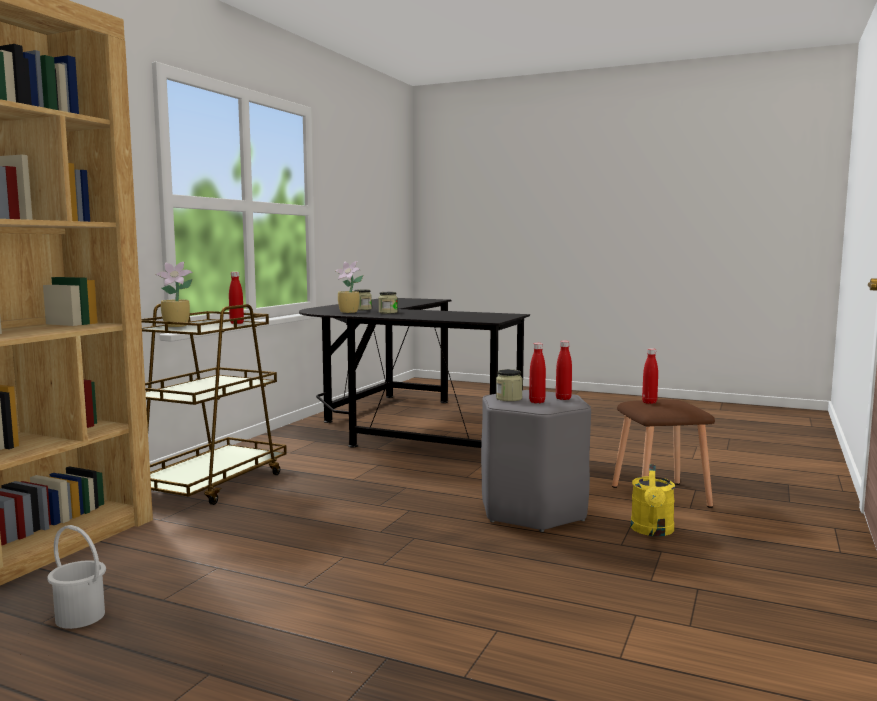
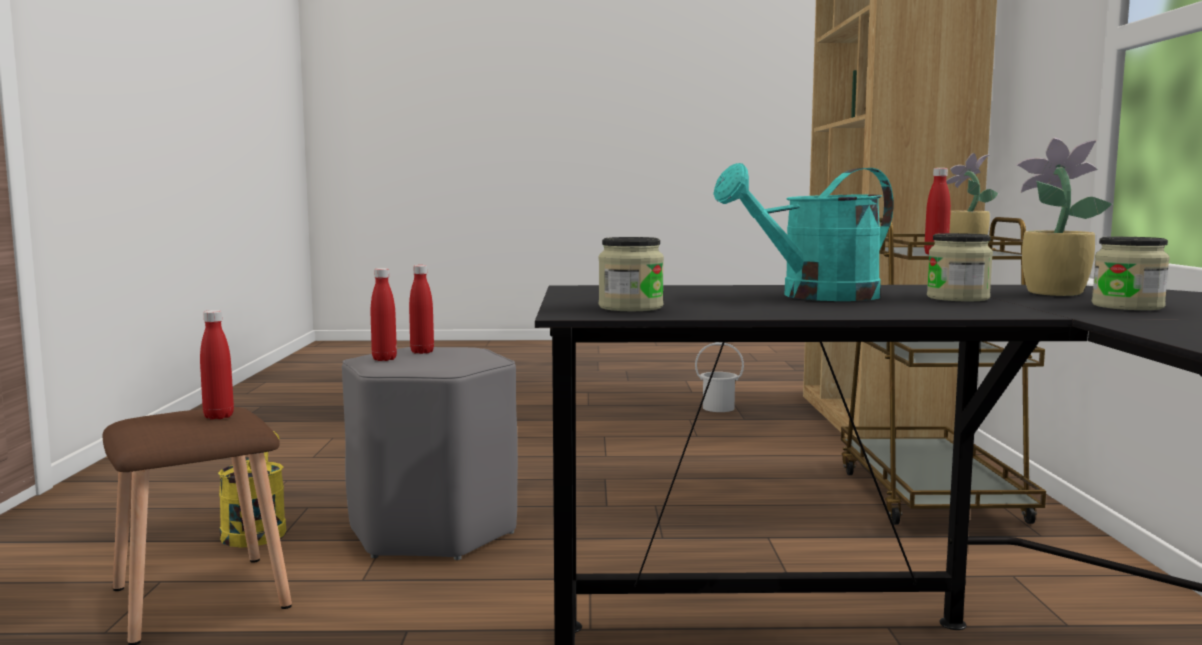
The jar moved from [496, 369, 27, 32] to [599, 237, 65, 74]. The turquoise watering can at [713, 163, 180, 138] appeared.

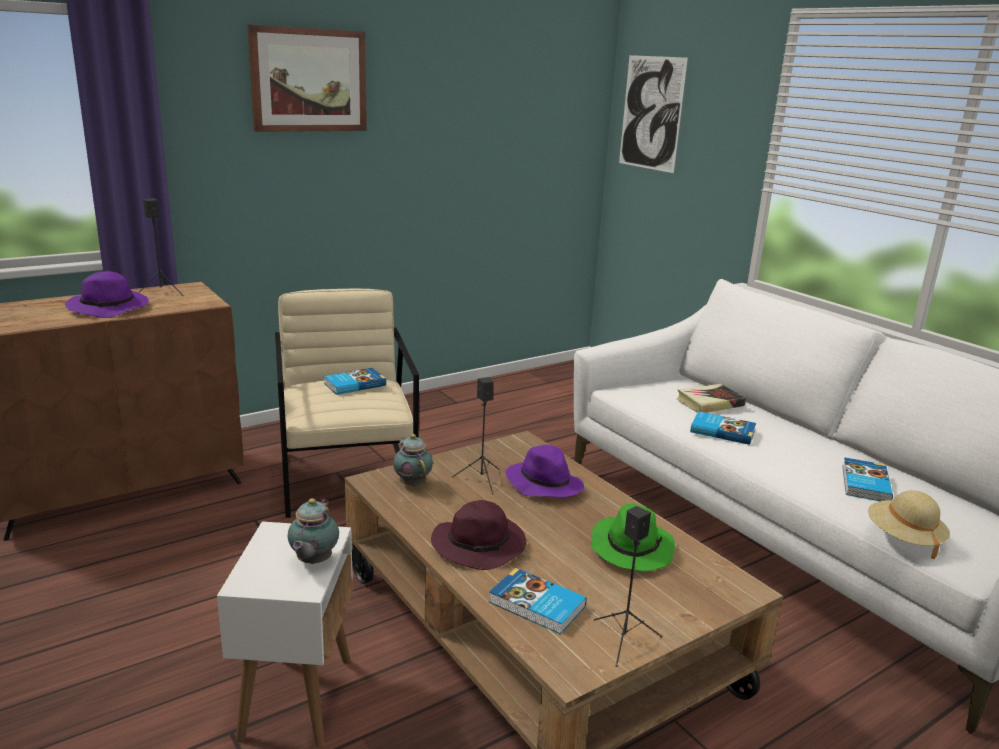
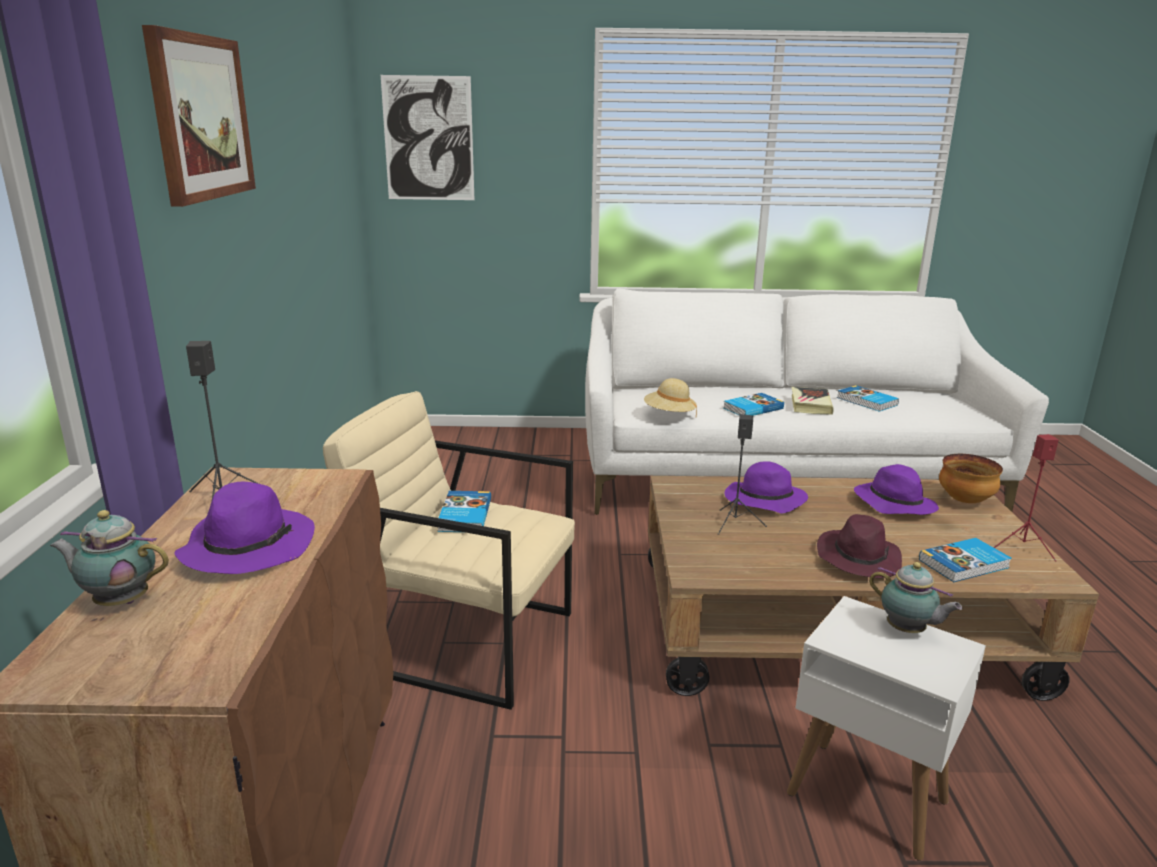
The book moved from [677, 384, 69, 29] to [792, 387, 42, 28]. The teapot moved from [393, 434, 40, 53] to [50, 510, 119, 96]. The beige hat moved from [868, 490, 82, 69] to [644, 378, 53, 39]. The green hat at [591, 503, 84, 68] became the purple hat at [854, 464, 85, 51]. The black speaker at [594, 506, 68, 161] became the red speaker at [994, 434, 65, 128]. The bowl at [939, 454, 64, 49] appeared.

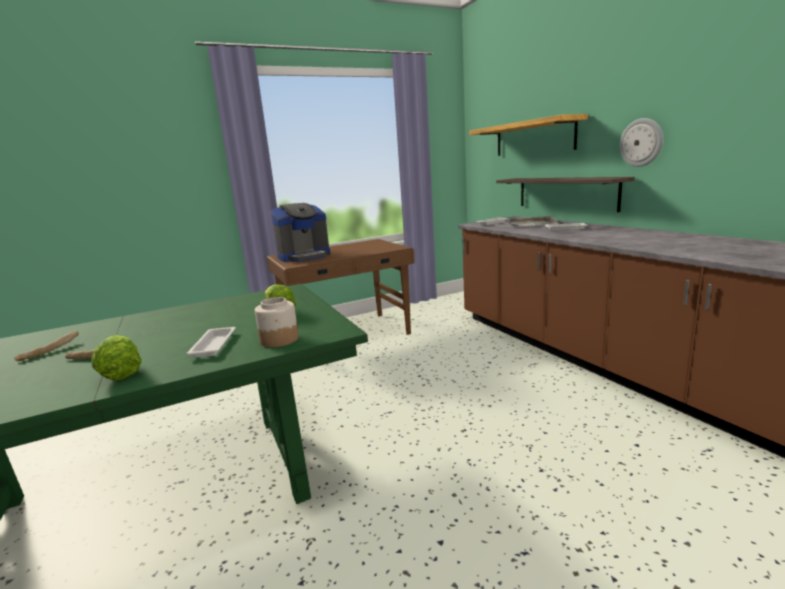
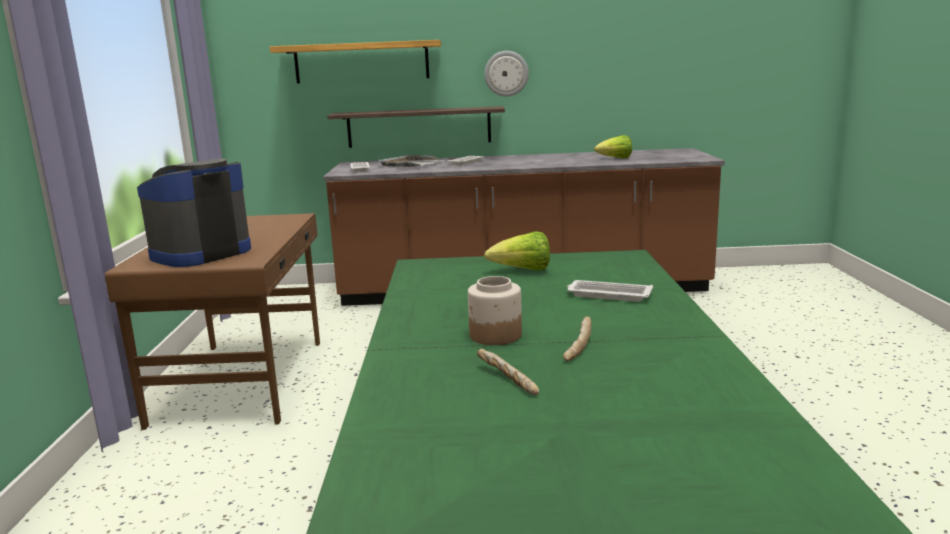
The coffee machine at [271, 203, 59, 59] turned 135 degrees counterclockwise. The jar moved from [255, 297, 44, 50] to [468, 276, 54, 69]. The lettuce moved from [92, 335, 50, 45] to [594, 135, 38, 24].

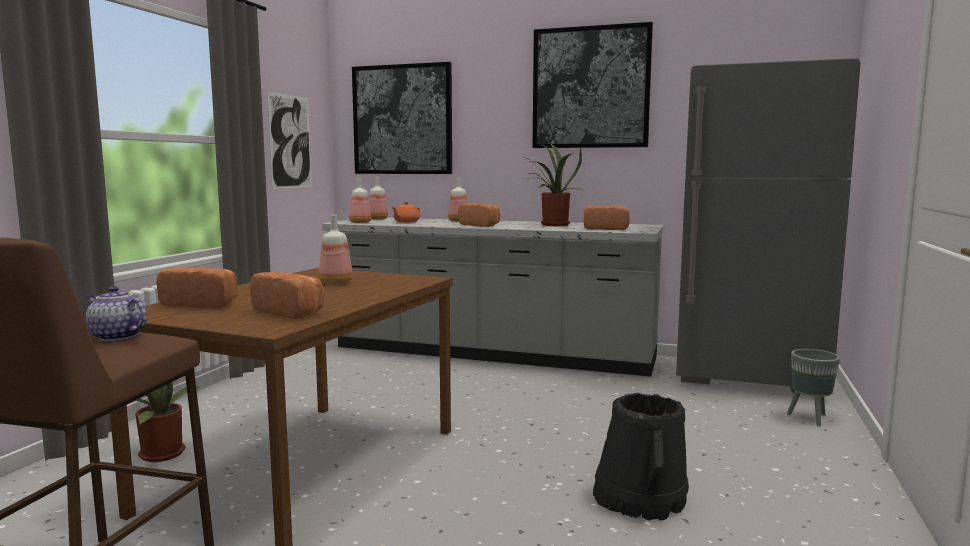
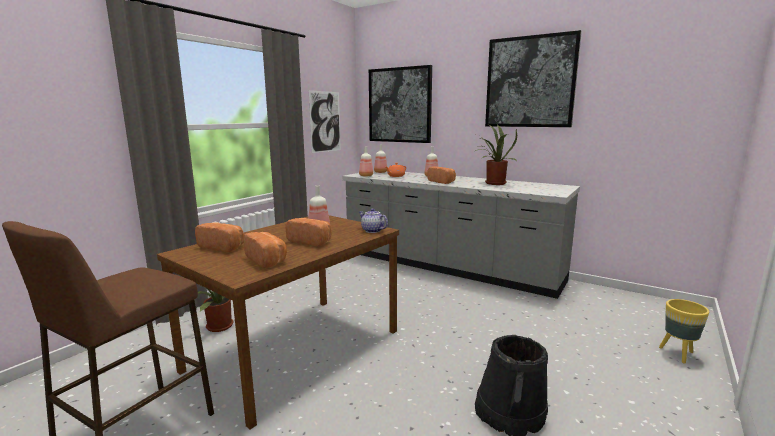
The grey fridge at [676, 58, 185, 335] disappeared. The bread moved from [584, 206, 46, 24] to [285, 218, 47, 28]. The teapot moved from [85, 286, 62, 55] to [359, 208, 29, 25]. The grey planter at [787, 349, 53, 77] became the yellow planter at [659, 299, 50, 65].

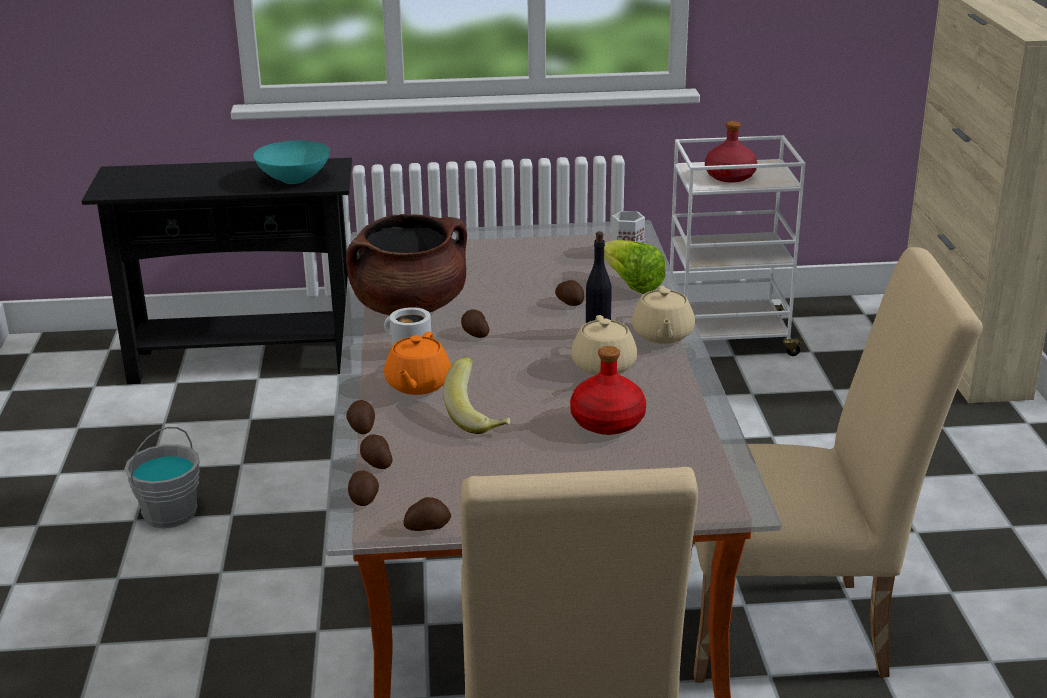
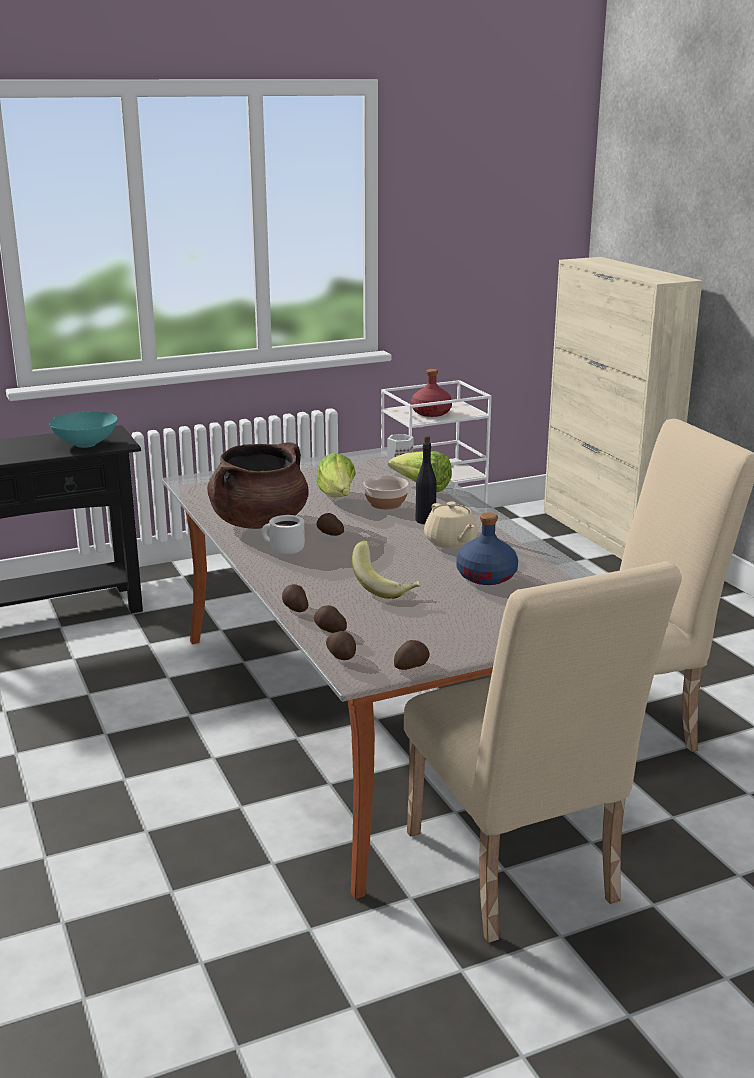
The potato at [555, 280, 29, 26] was replaced by the bowl at [363, 476, 46, 33]. The beige teapot at [632, 286, 63, 58] disappeared. The orange teapot at [384, 332, 67, 63] disappeared. The red bottle at [570, 346, 76, 89] became the blue bottle at [456, 513, 62, 72]. The grey bucket at [124, 427, 76, 101] disappeared. The lettuce at [317, 453, 39, 44] appeared.

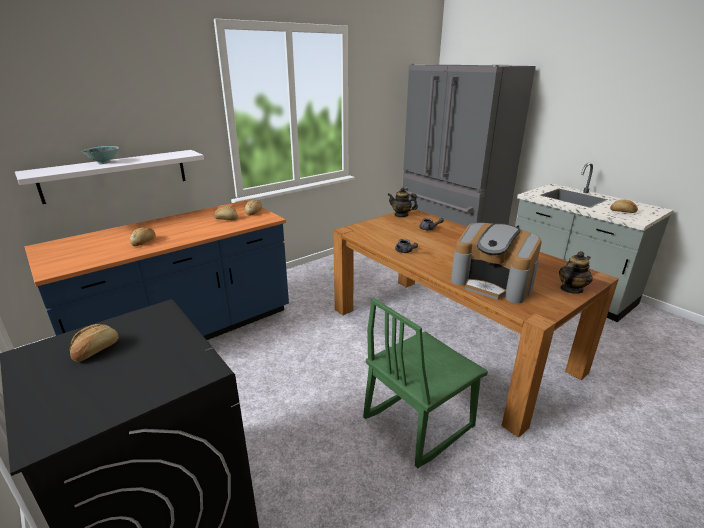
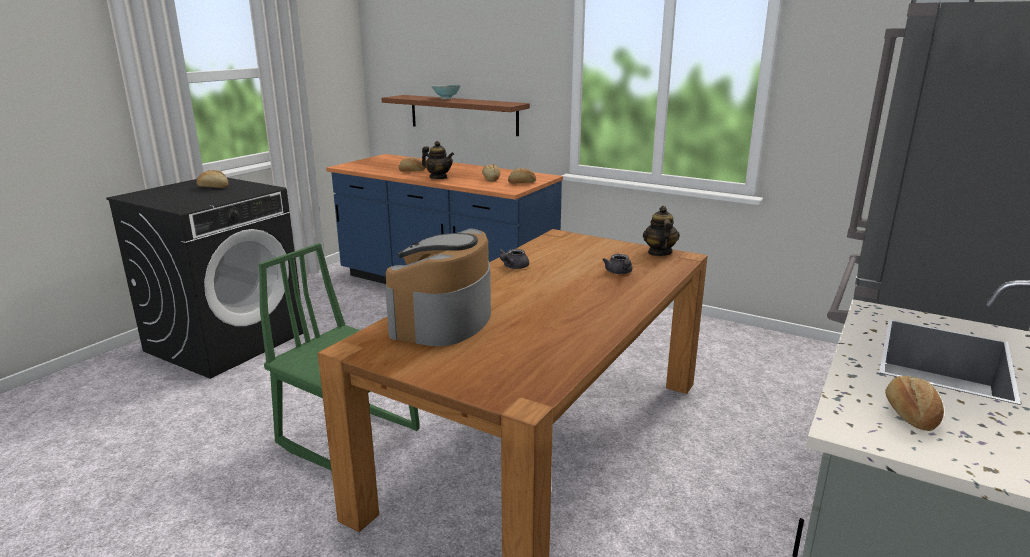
The white shelf at [15, 150, 189, 54] became the brown shelf at [381, 95, 149, 41]. The teapot moved from [559, 251, 34, 43] to [422, 141, 32, 38].

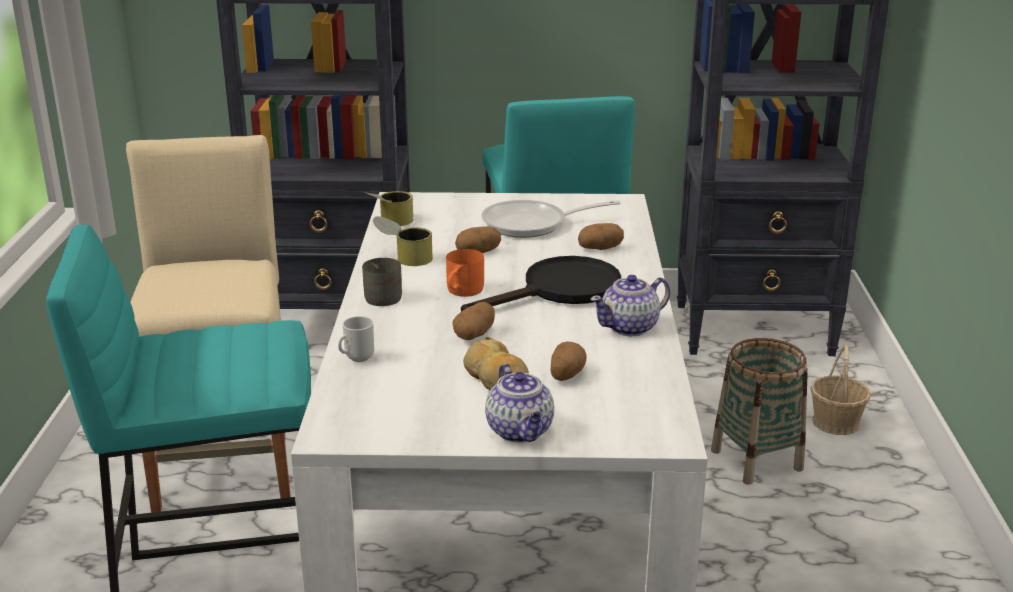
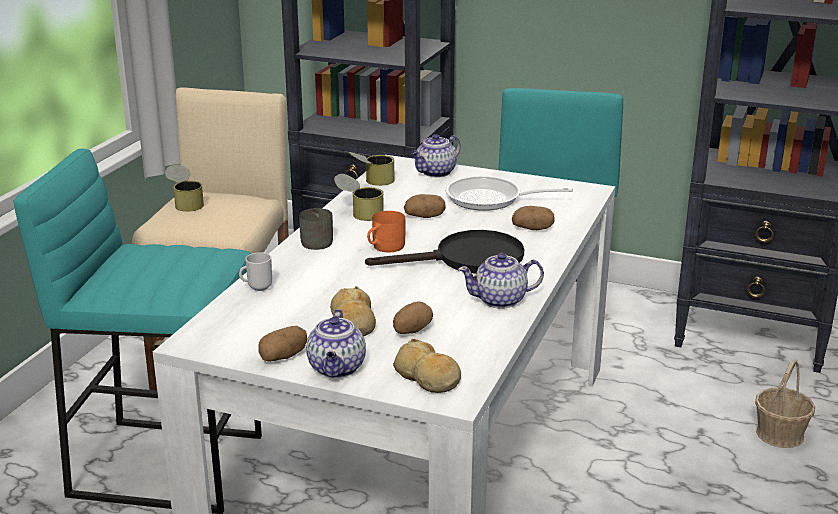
The potato moved from [452, 302, 43, 38] to [258, 326, 49, 36]. The basket at [711, 338, 97, 147] disappeared. The teapot at [411, 134, 50, 44] appeared. The can at [165, 164, 39, 48] appeared. The bread at [393, 339, 68, 54] appeared.

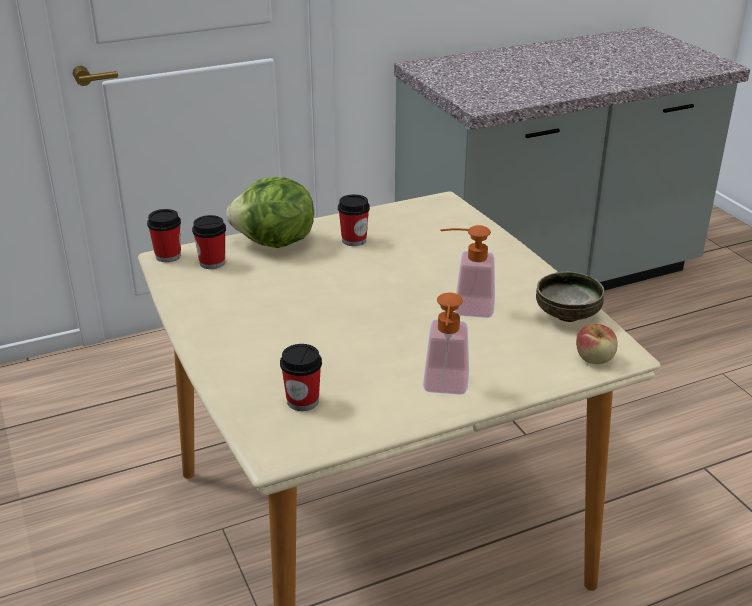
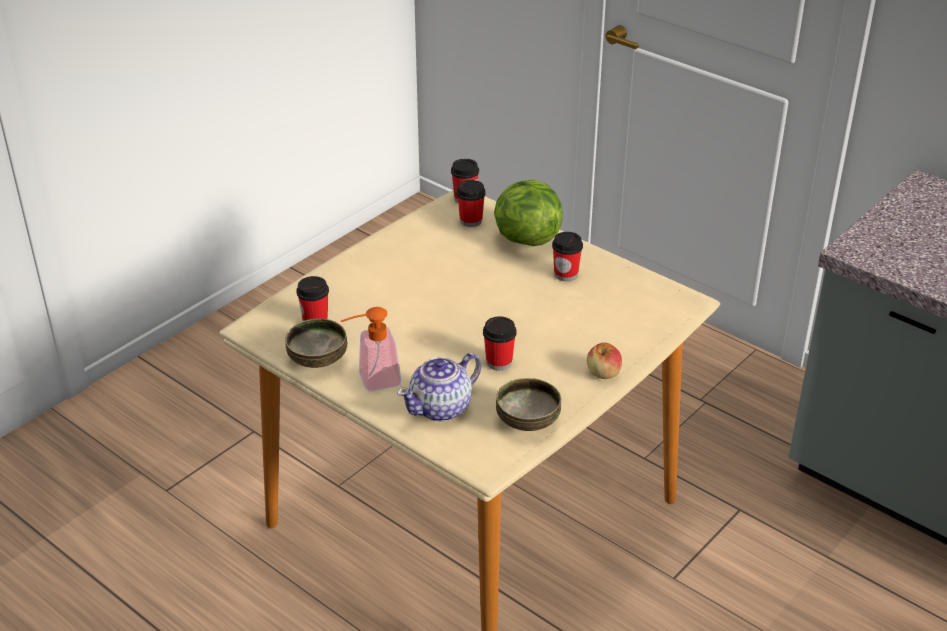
The soap dispenser at [440, 225, 55, 93] was replaced by the cup at [483, 316, 33, 54]. The apple moved from [576, 324, 42, 40] to [587, 343, 35, 36]. The bowl at [285, 319, 62, 49] appeared. The teapot at [397, 353, 84, 69] appeared.

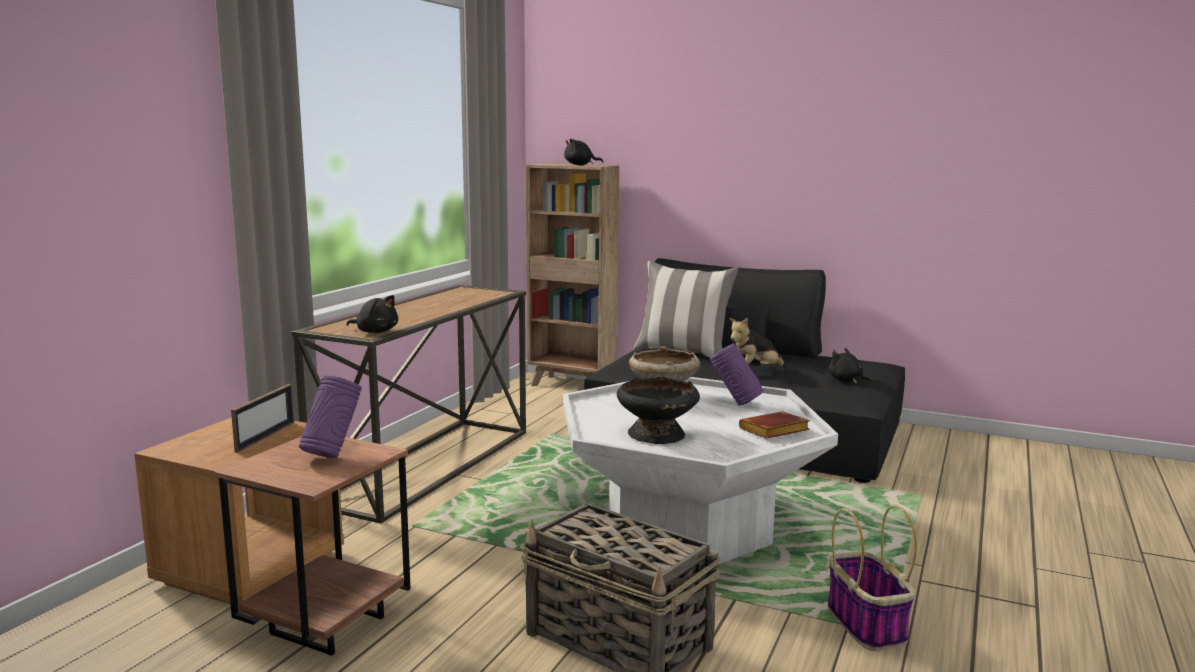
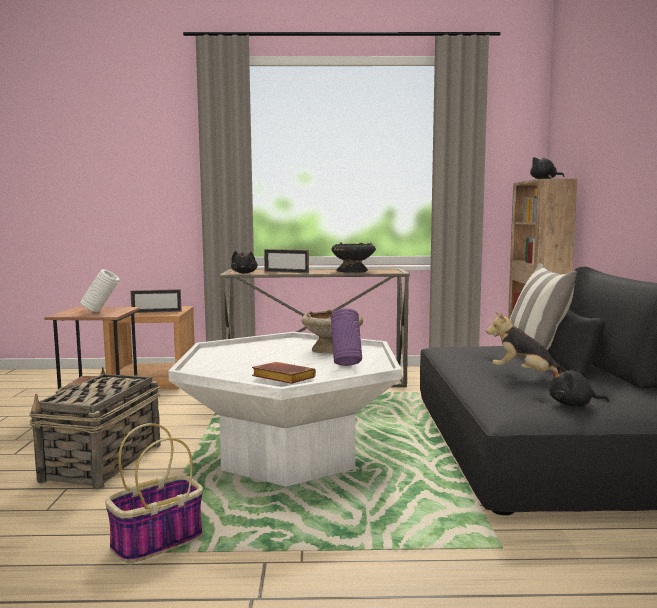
The black plush toy at [828, 348, 45, 36] turned 105 degrees counterclockwise. The purple vase at [299, 375, 63, 83] became the white vase at [80, 269, 40, 43]. The black bowl moved from [617, 376, 83, 68] to [332, 242, 44, 31]. The picture frame at [264, 249, 45, 24] appeared.

